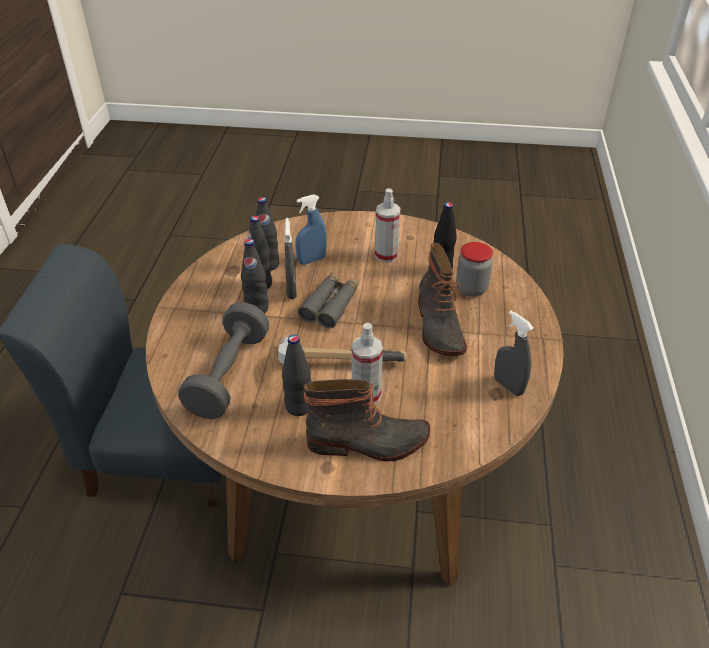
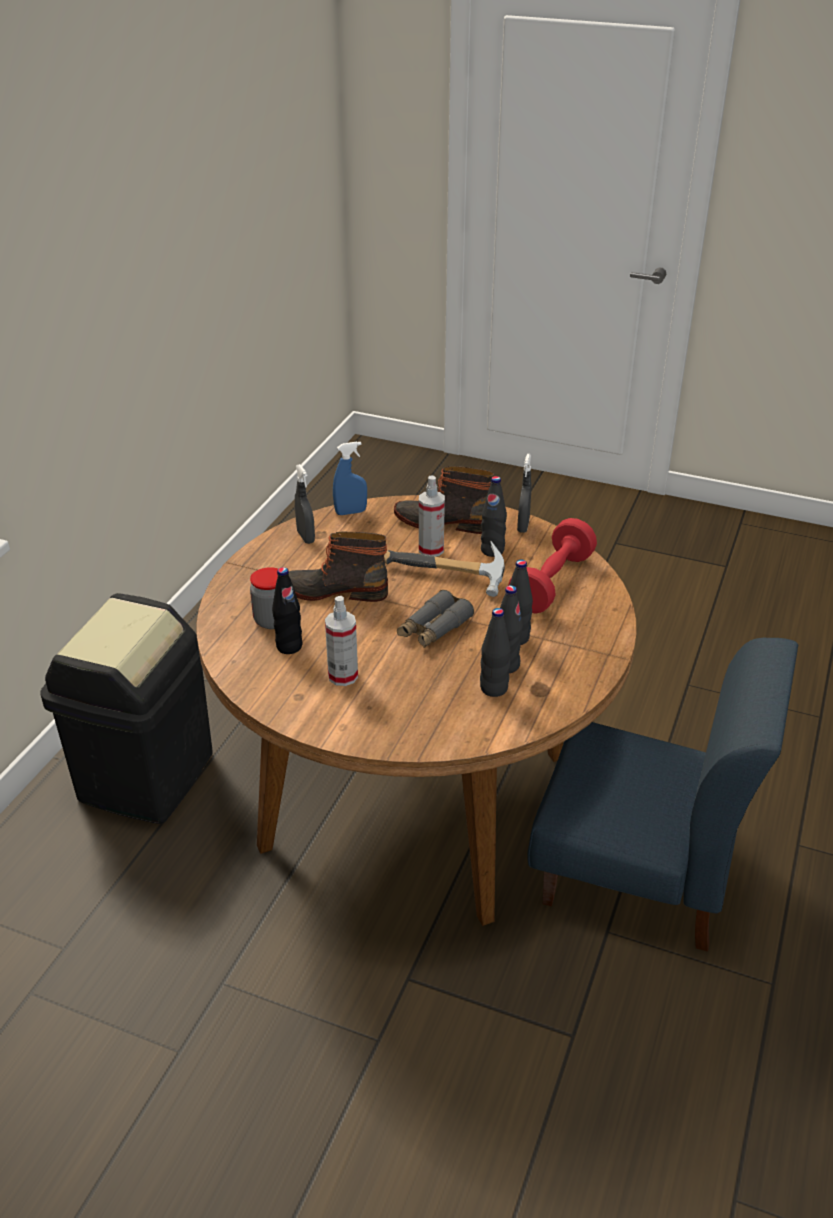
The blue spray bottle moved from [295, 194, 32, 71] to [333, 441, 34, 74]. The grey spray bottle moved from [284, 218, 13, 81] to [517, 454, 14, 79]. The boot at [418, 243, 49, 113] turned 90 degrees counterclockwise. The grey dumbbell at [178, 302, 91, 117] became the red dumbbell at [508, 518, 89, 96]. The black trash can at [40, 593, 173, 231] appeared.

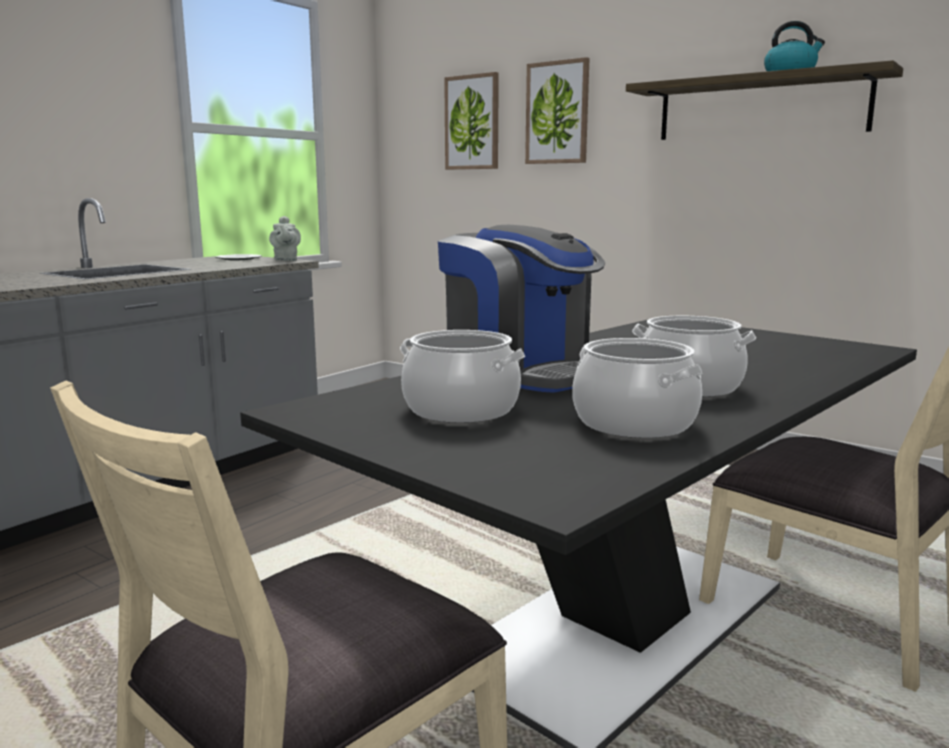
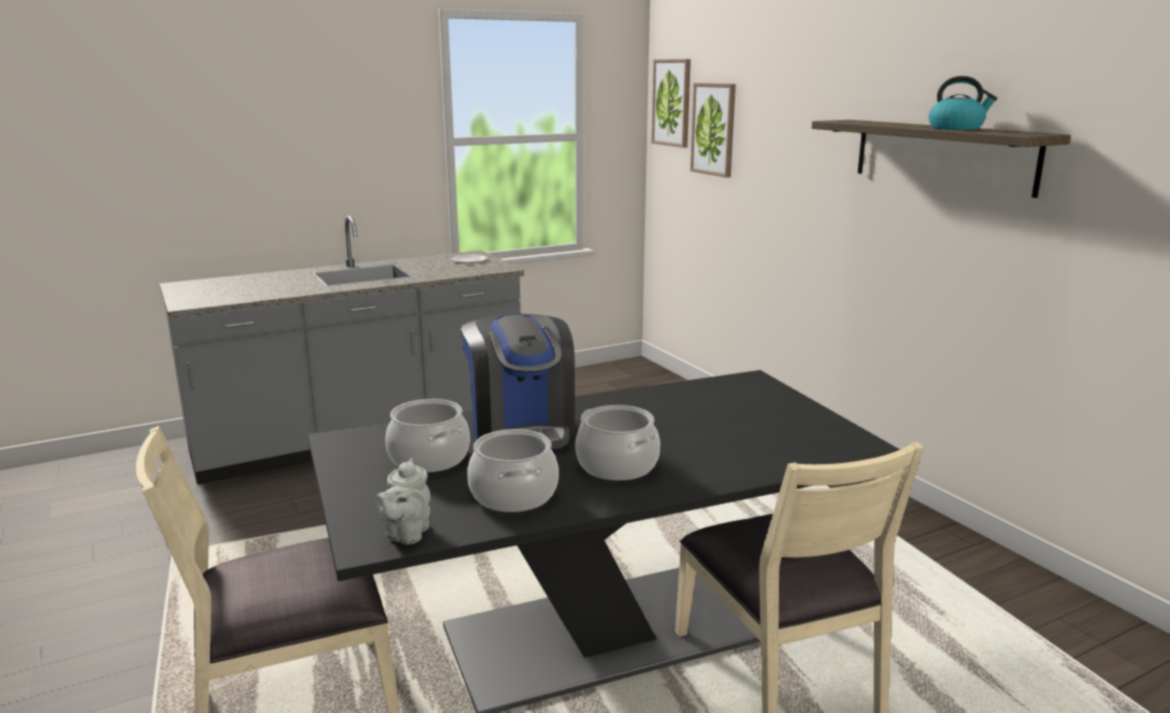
The picture moved from [525, 57, 64, 107] to [652, 59, 39, 89]. The grey teapot moved from [269, 216, 32, 45] to [375, 458, 55, 87].

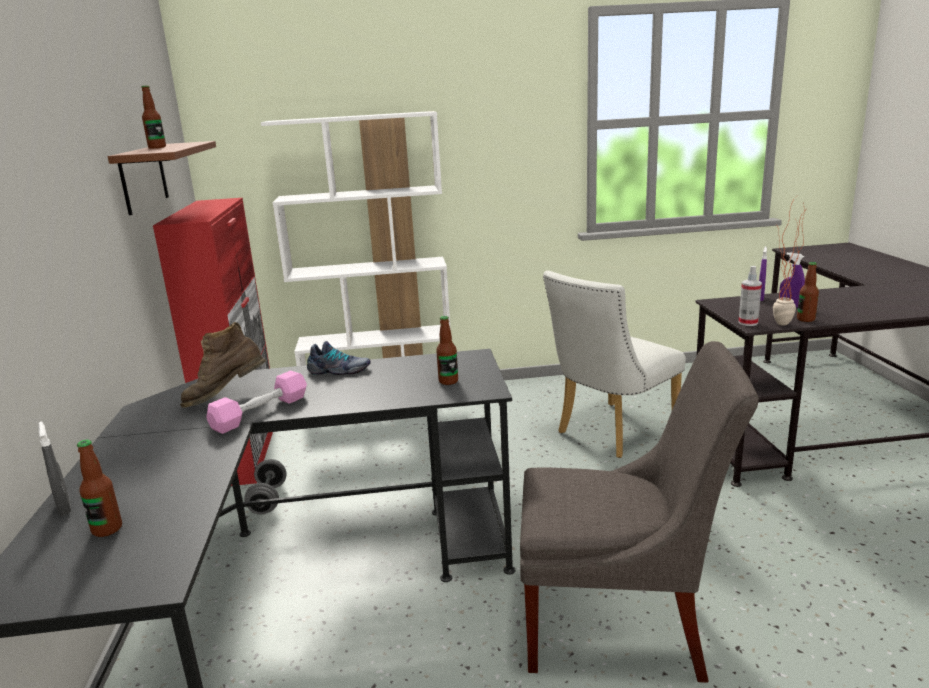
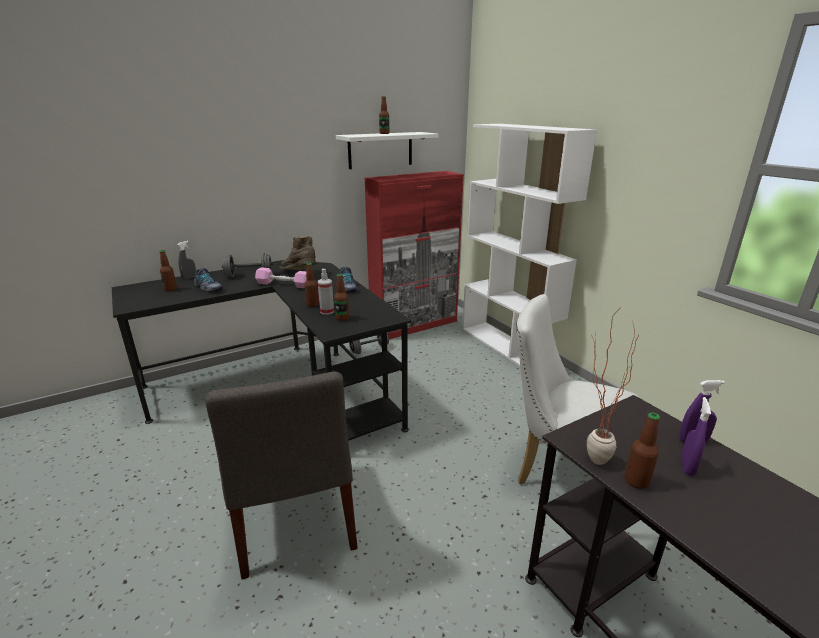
The brown shelf at [108, 141, 108, 74] became the white shelf at [336, 132, 102, 37]. The spray bottle moved from [738, 266, 24, 60] to [318, 269, 16, 46]. The grey dumbbell at [222, 253, 51, 24] appeared. The bottle at [304, 263, 15, 44] appeared. The shoe at [194, 268, 29, 25] appeared.

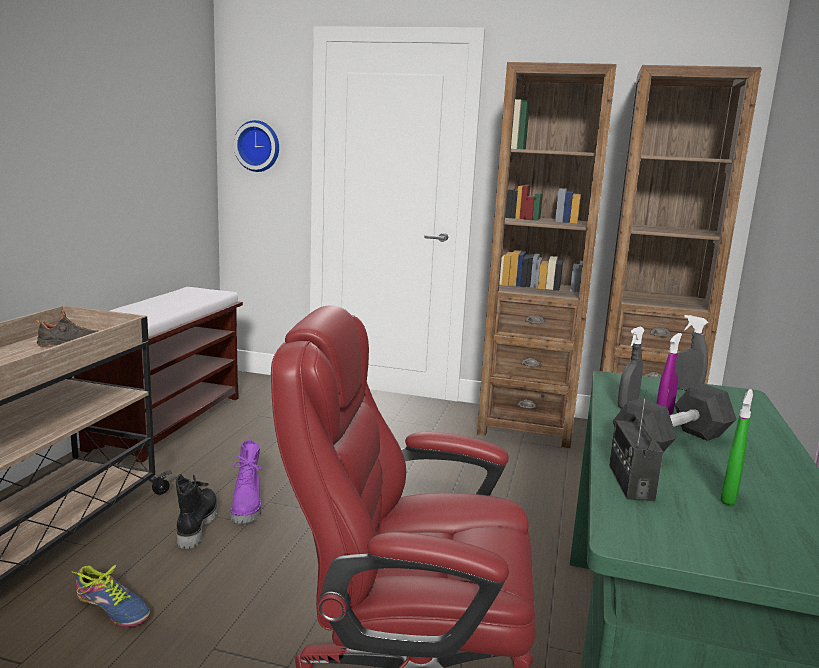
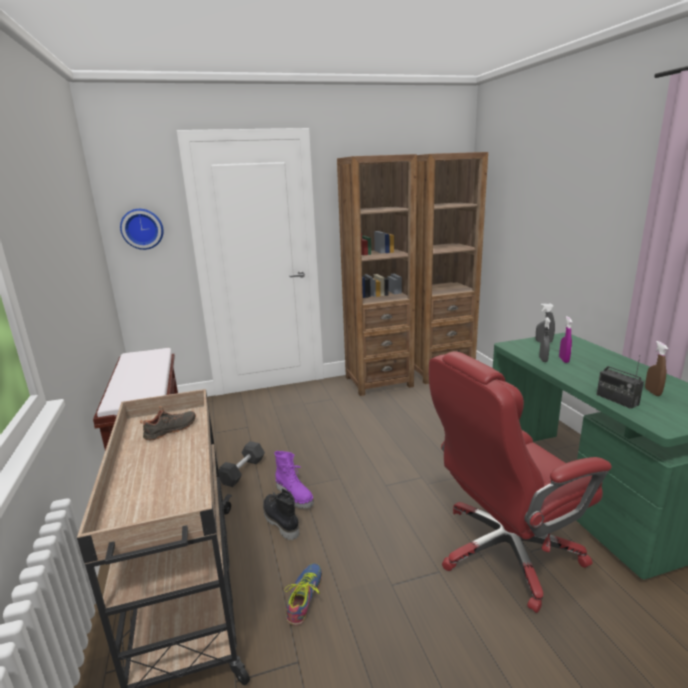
The black dumbbell moved from [613, 384, 123, 68] to [218, 441, 47, 46]. The green spray bottle at [721, 389, 32, 116] became the brown spray bottle at [645, 341, 23, 55]. The shoe at [73, 564, 77, 63] turned 75 degrees counterclockwise.

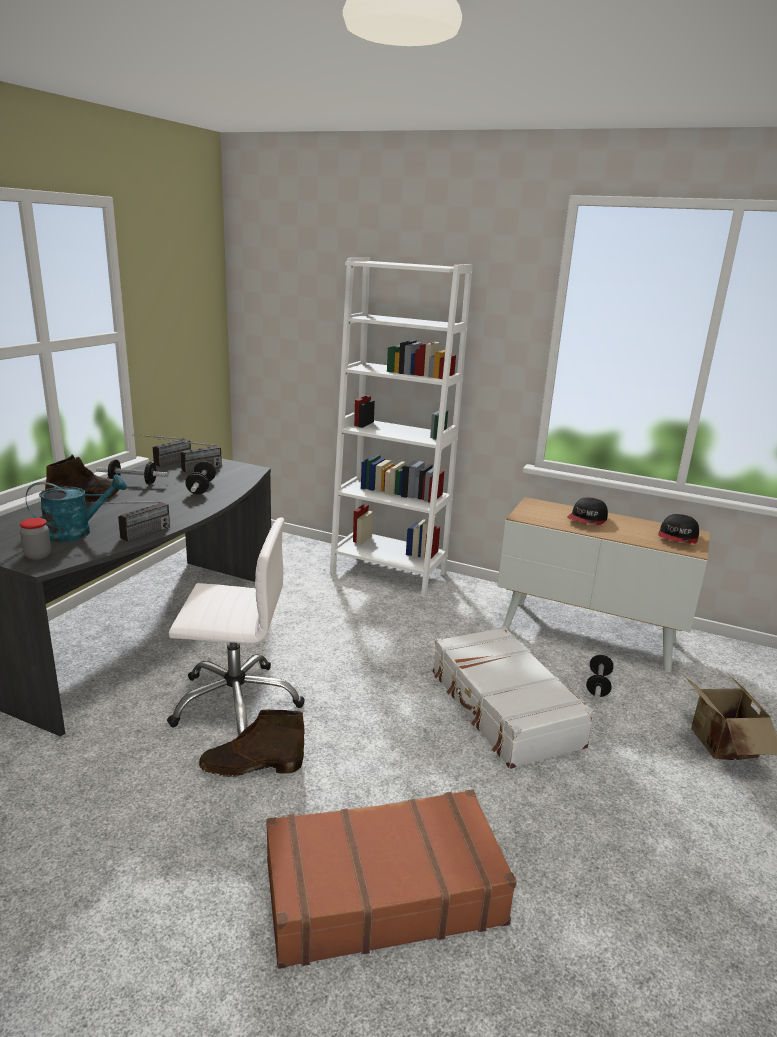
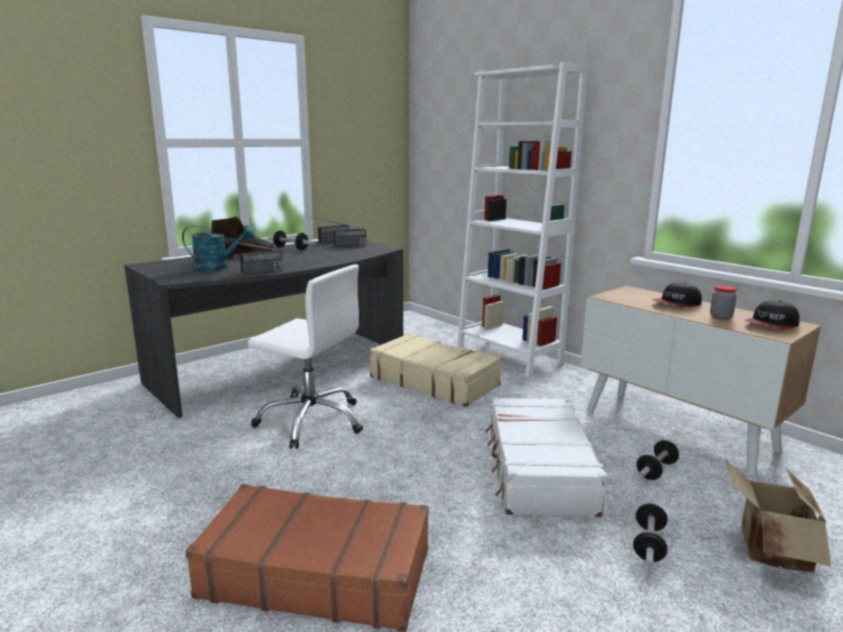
The dumbbell moved from [185, 461, 31, 33] to [633, 501, 34, 66]. The jar moved from [20, 518, 31, 42] to [710, 285, 27, 35]. The brown boot at [199, 710, 106, 67] disappeared. The beige suitcase at [369, 333, 133, 74] appeared.

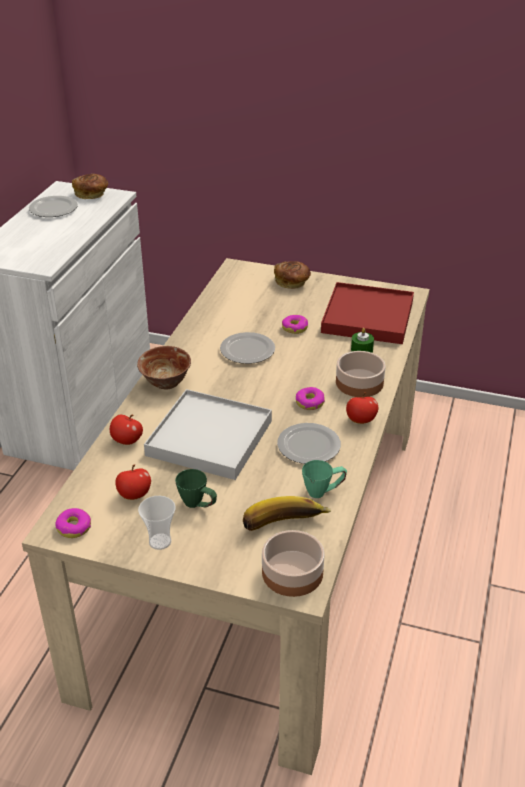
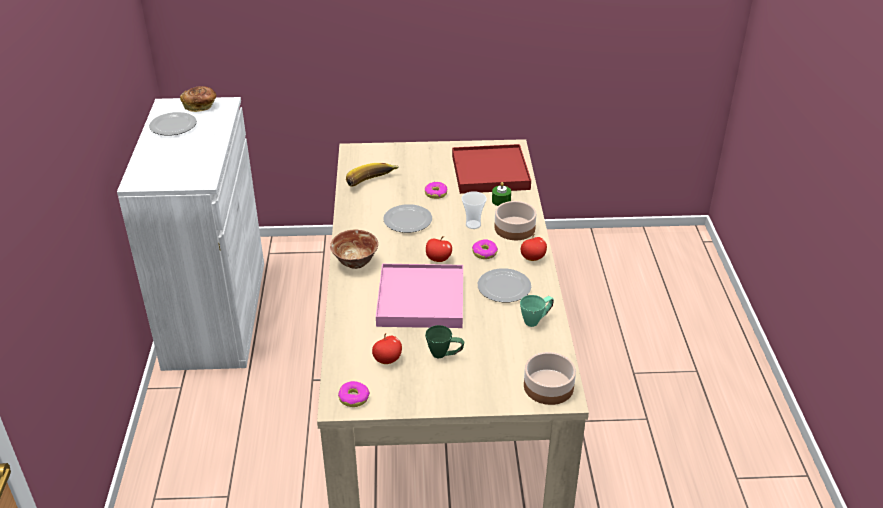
The bread at [274, 261, 37, 28] disappeared. The white tray at [144, 389, 128, 91] became the pink tray at [376, 264, 87, 64]. The apple moved from [110, 415, 33, 30] to [426, 236, 26, 26]. The cup moved from [138, 496, 38, 54] to [461, 191, 26, 38]. The banana moved from [243, 496, 88, 35] to [346, 163, 53, 24].

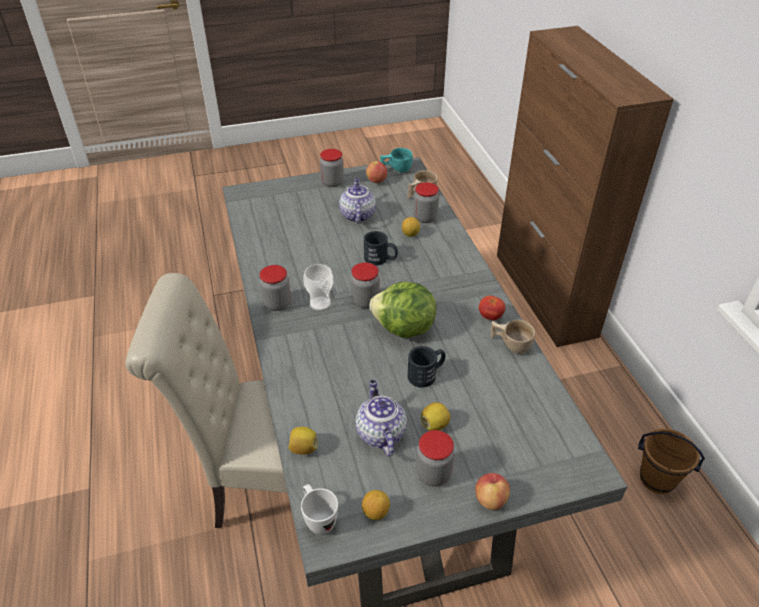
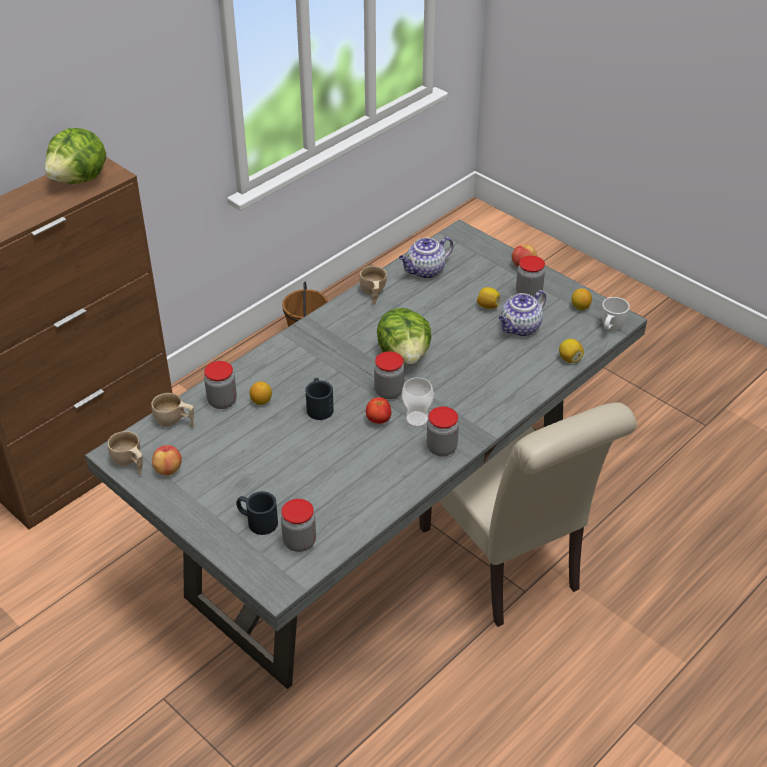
The turquoise cup at [380, 148, 33, 24] became the beige cup at [108, 431, 35, 44]. The jar moved from [320, 149, 24, 38] to [281, 499, 35, 53]. The teapot moved from [339, 178, 37, 45] to [399, 237, 54, 42]. The tomato moved from [479, 296, 26, 24] to [366, 397, 26, 27]. The black mug moved from [408, 346, 37, 42] to [236, 491, 42, 44]. The lettuce at [45, 128, 61, 56] appeared.

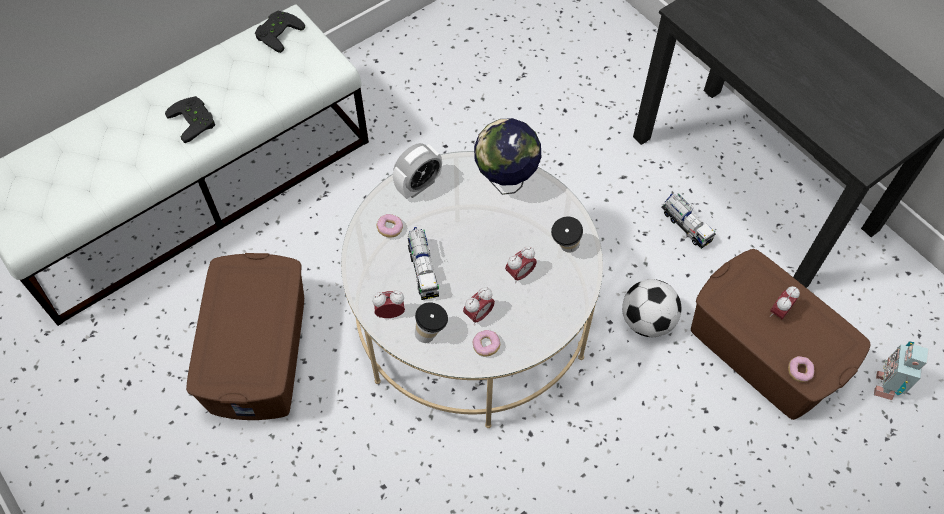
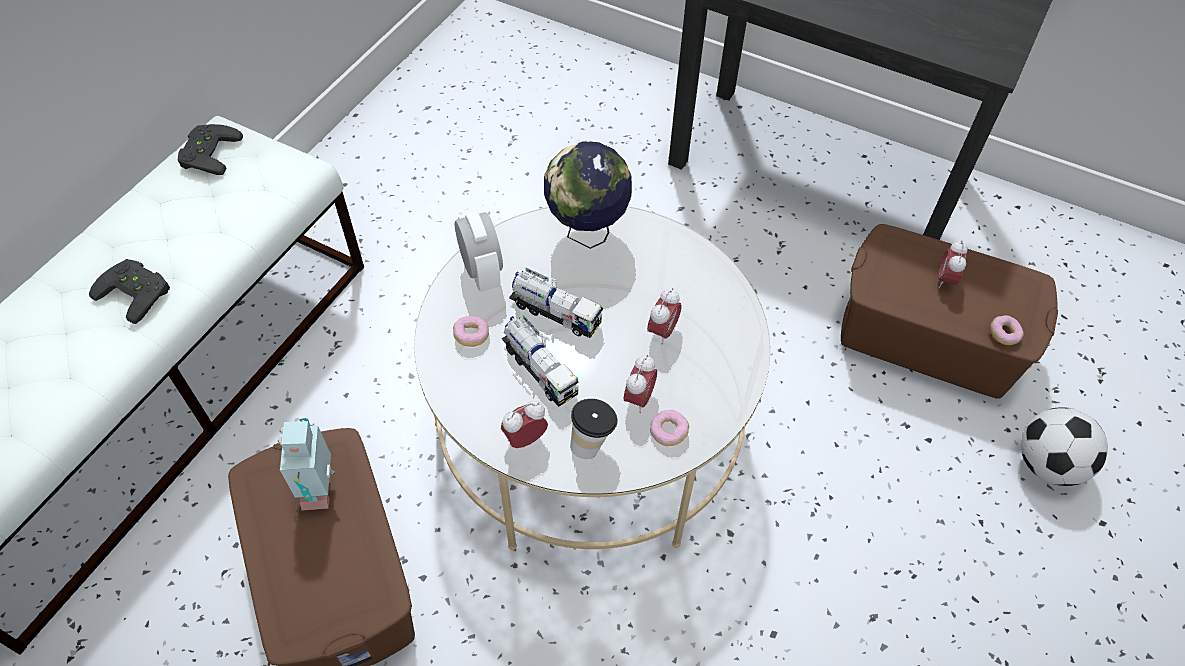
The alarm clock at [393, 143, 49, 56] turned 45 degrees counterclockwise. The toy truck moved from [661, 193, 55, 56] to [509, 267, 94, 71]. The cup at [551, 217, 32, 35] disappeared. The football moved from [622, 279, 60, 58] to [1021, 407, 87, 79]. The toy robot moved from [874, 341, 55, 59] to [278, 418, 57, 93].

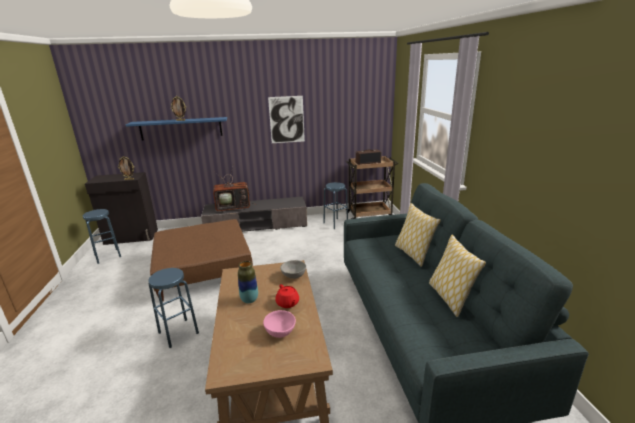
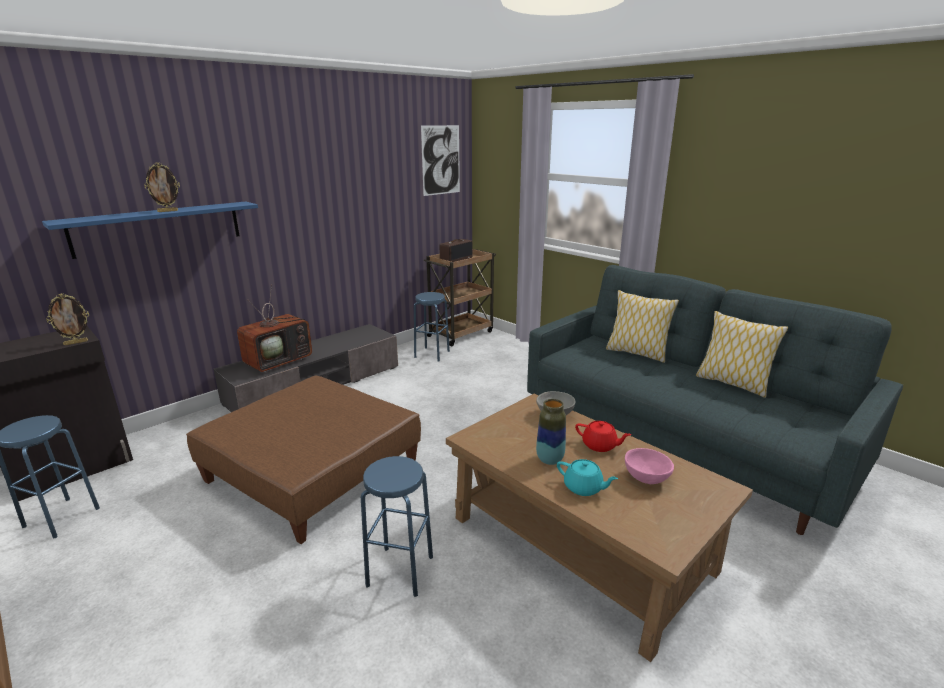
The picture moved from [268, 96, 37, 47] to [421, 125, 39, 71]. The turquoise teapot at [557, 459, 61, 37] appeared.

